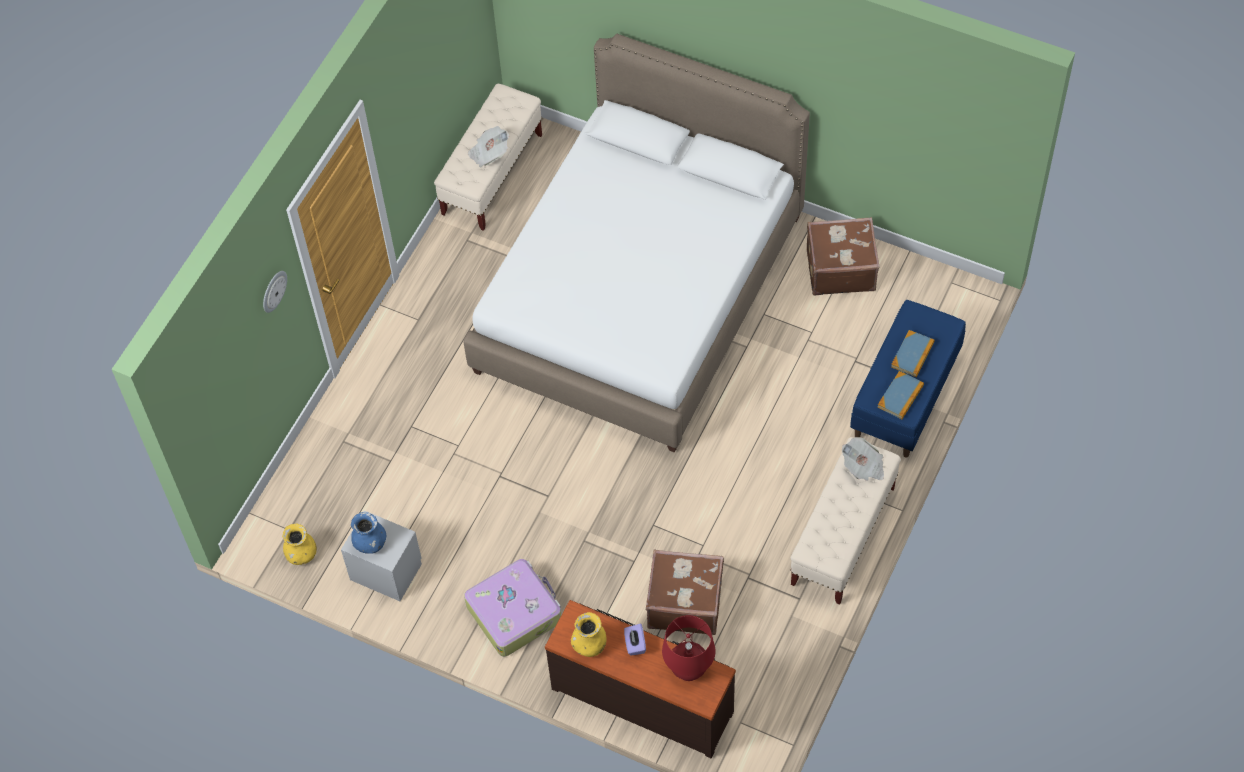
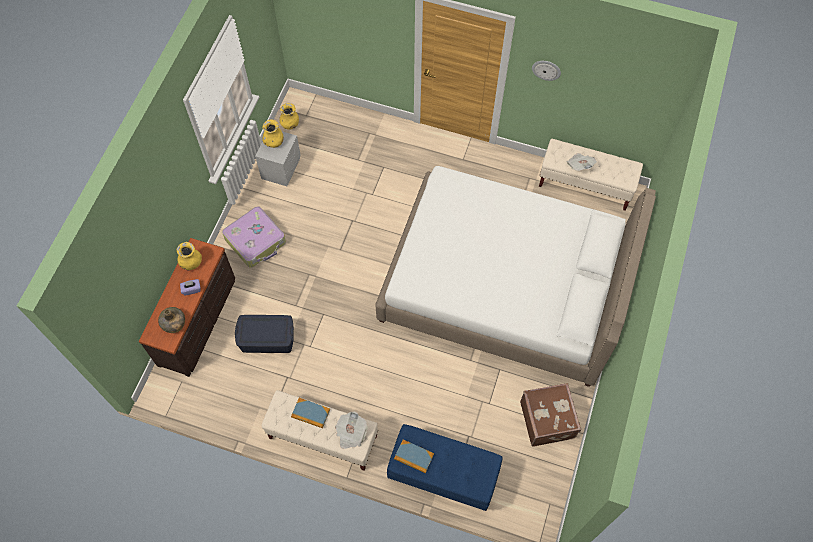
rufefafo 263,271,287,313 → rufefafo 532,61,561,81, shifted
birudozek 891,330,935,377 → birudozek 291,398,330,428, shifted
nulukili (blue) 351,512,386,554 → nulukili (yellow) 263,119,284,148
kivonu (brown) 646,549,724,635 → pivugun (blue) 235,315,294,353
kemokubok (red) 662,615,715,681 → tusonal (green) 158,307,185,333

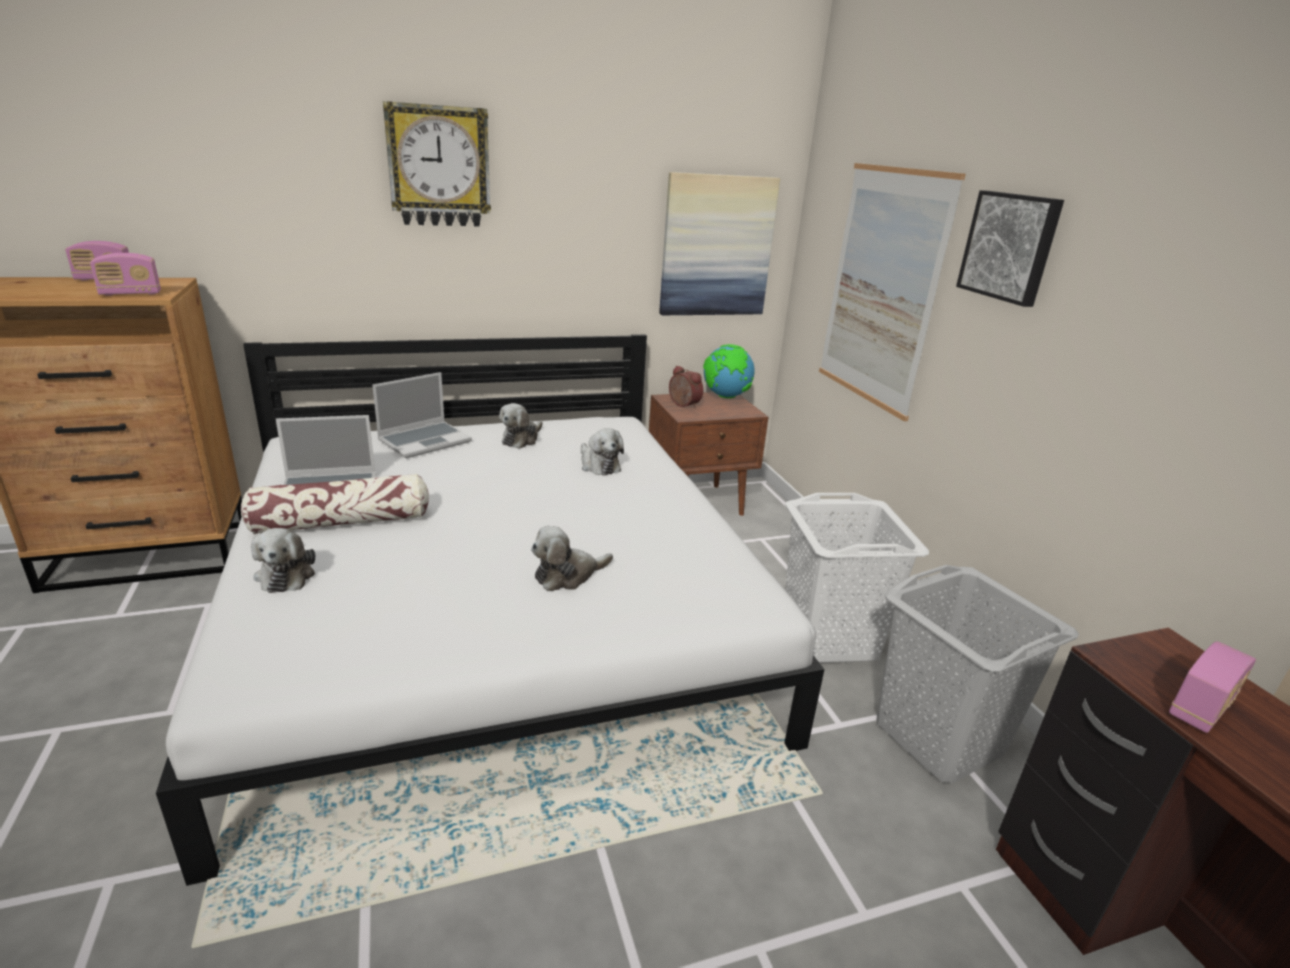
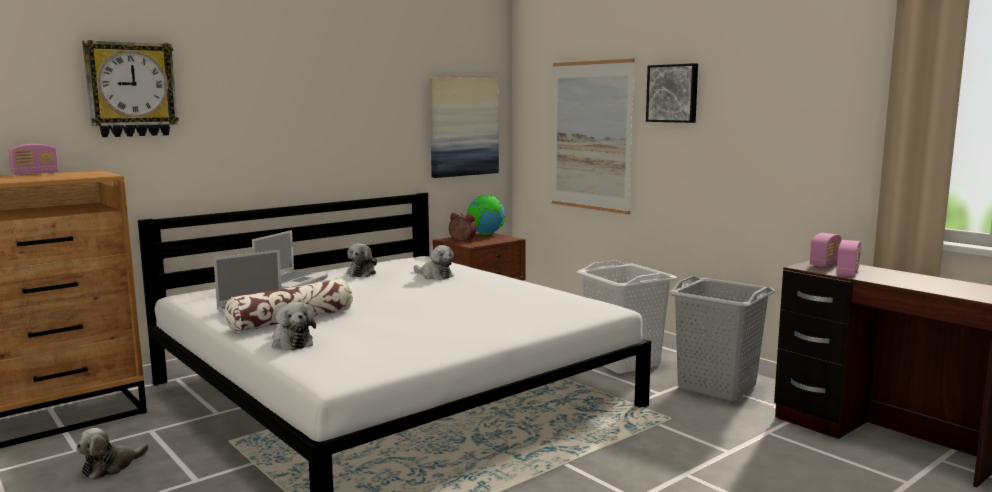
rufefafo 383,101,491,227 → rufefafo 82,40,179,137, shifted
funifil 90,253,161,296 → funifil 810,233,841,267, shifted
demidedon 531,526,613,591 → demidedon 76,428,149,480, shifted

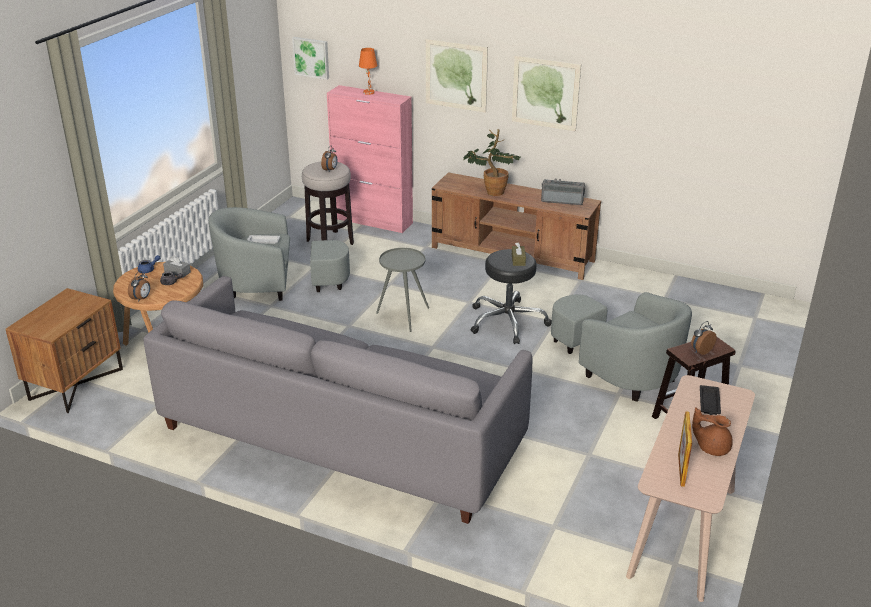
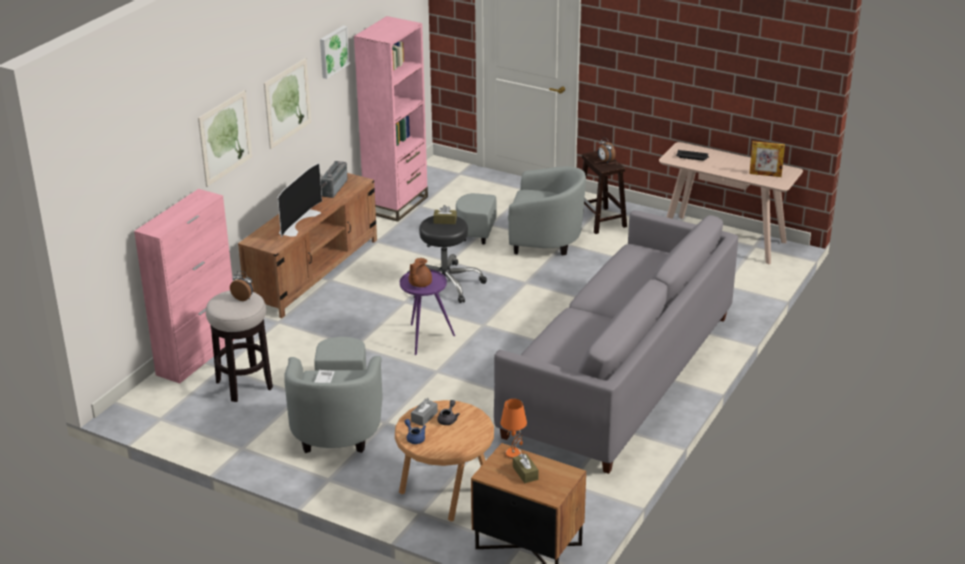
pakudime 292,37,329,80 → pakudime 320,26,349,79, shifted
kemokubok (orange) 359,48,378,95 → kemokubok (orange) 500,399,527,459, shifted
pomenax 463,129,520,196 → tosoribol 278,163,322,238
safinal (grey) 376,248,429,332 → safinal (purple) 400,269,455,355
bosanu 128,271,150,302 → -
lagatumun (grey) 551,292,692,402 → lagatumun (grey) 456,166,586,255, 45 degrees clockwise
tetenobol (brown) 692,408,733,456 → tetenobol (brown) 409,258,432,287, shifted
- → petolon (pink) 354,16,428,222
- → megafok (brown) 513,454,539,483

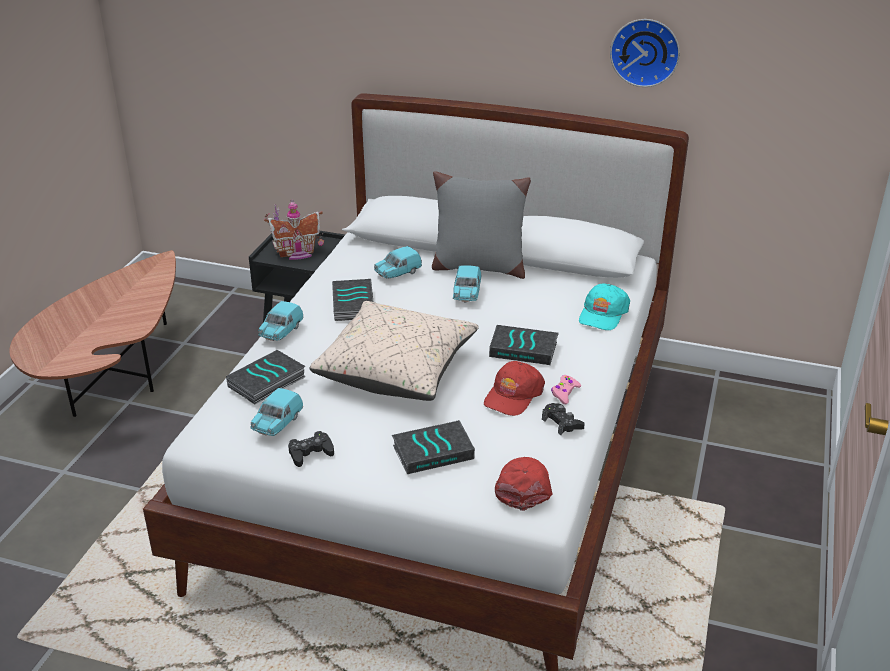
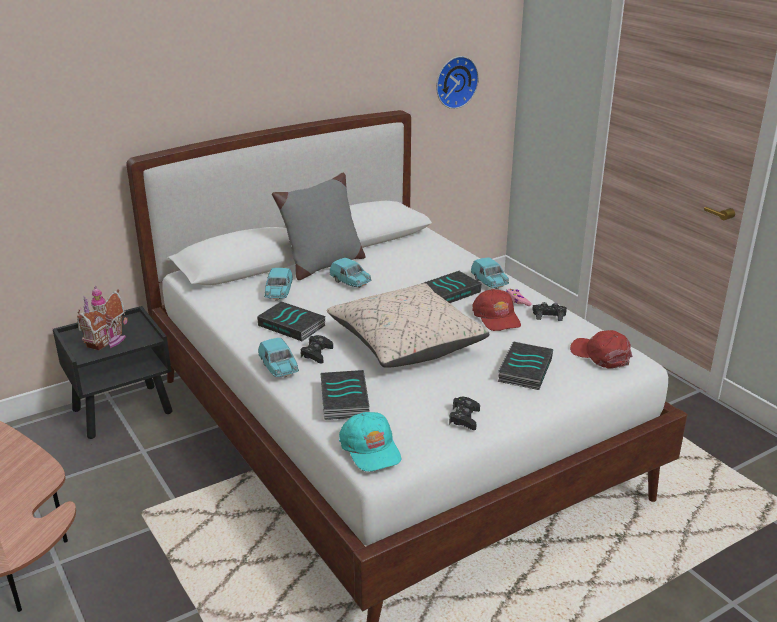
rufefafo 610,19,680,87 → rufefafo 436,56,479,109, shifted
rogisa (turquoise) 579,284,630,330 → rogisa (turquoise) 339,412,401,472, shifted
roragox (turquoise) 251,388,303,436 → roragox (turquoise) 471,258,509,289, shifted
- → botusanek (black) 301,335,333,363

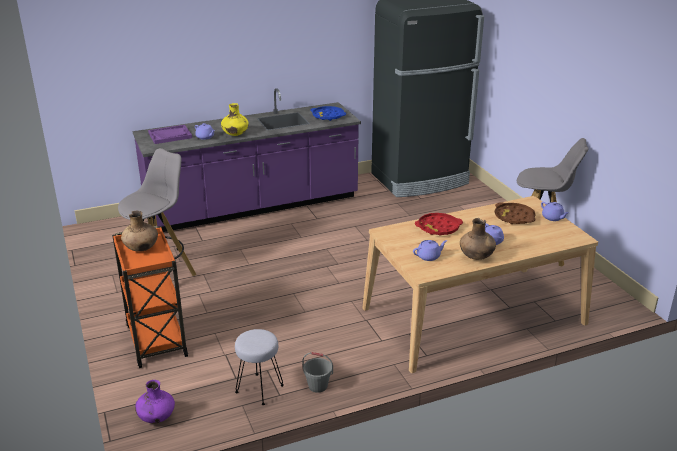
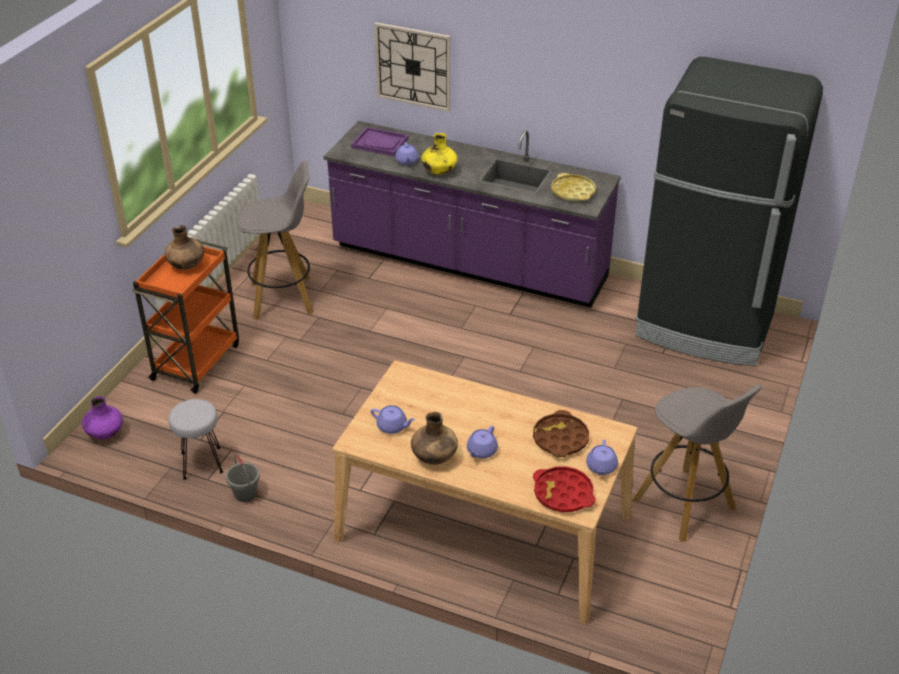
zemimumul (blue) 310,106,346,121 → zemimumul (yellow) 551,173,596,201
zemimumul (red) 415,213,463,236 → zemimumul (red) 533,466,596,512, shifted
- → rufefafo 374,22,451,112

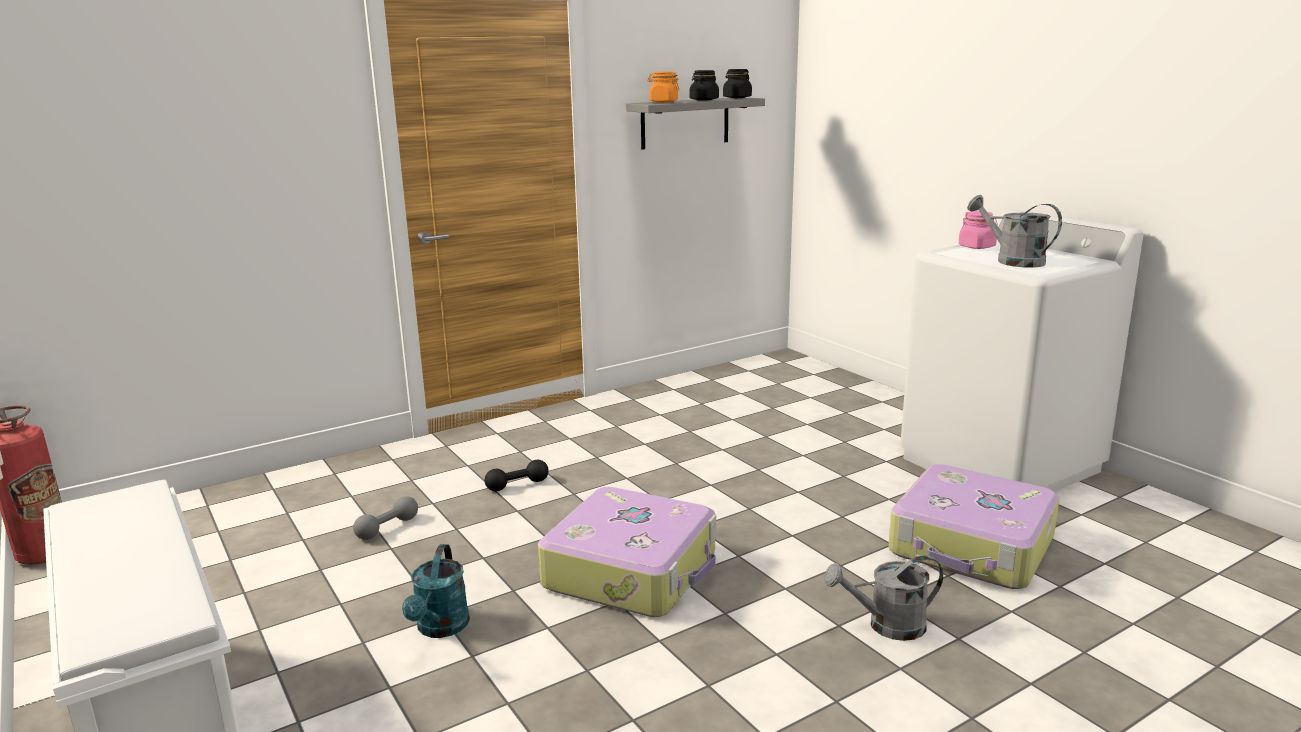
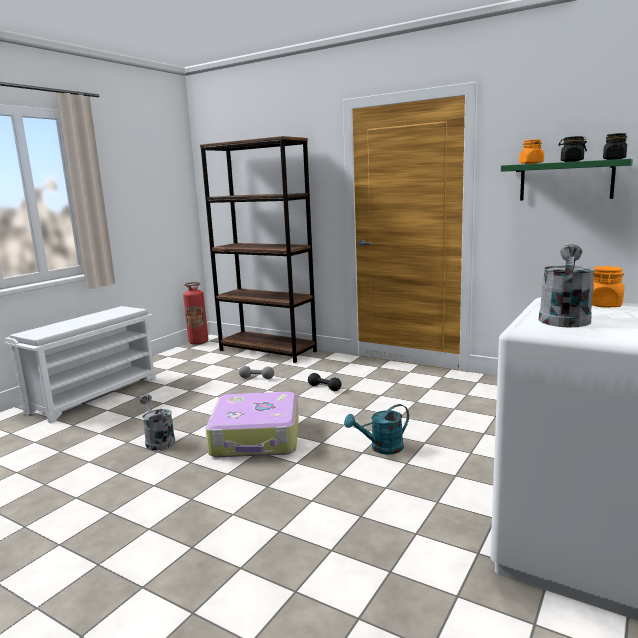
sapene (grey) 626,97,765,150 → sapene (green) 501,159,633,201
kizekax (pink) 959,211,998,249 → kizekax (orange) 592,266,624,308
kivonu 888,464,1060,589 → -
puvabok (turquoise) 402,544,470,638 → puvabok (turquoise) 344,404,409,454, shifted
puvabok (grey) 824,555,943,641 → puvabok (grey) 139,394,175,451, shifted
- → petolon (brown) 200,136,317,363

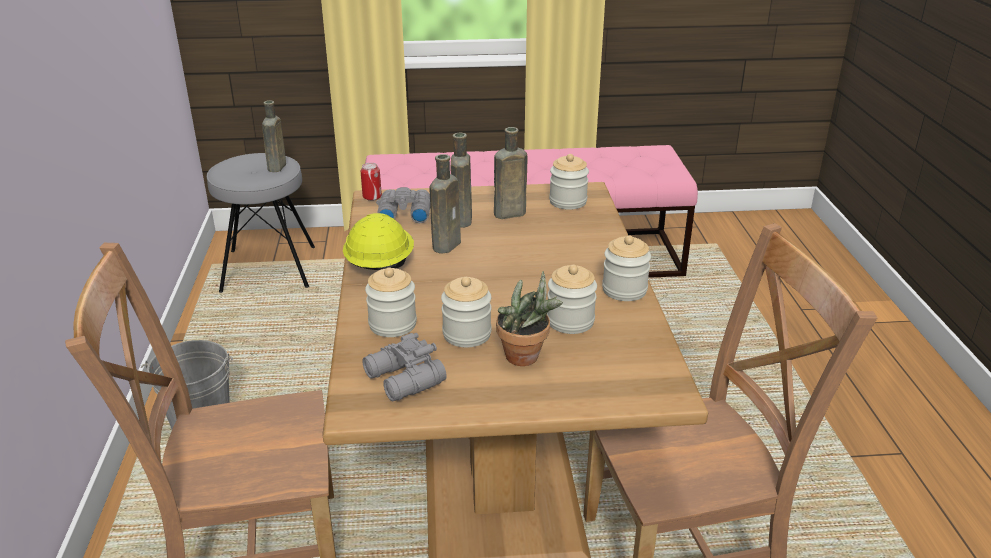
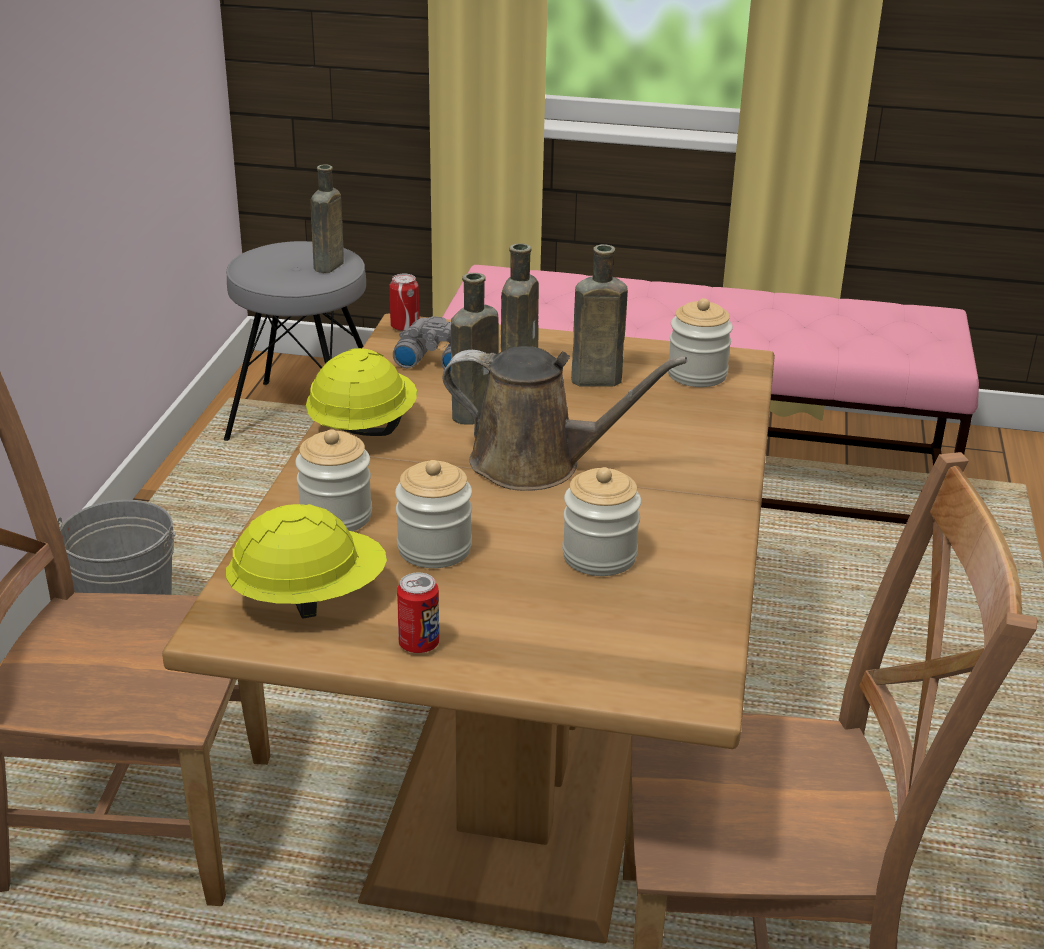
kizekax 602,235,651,301 → -
pomenax 496,271,563,366 → -
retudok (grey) 362,333,447,401 → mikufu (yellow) 226,504,387,619
- → puvabok (brown) 442,346,687,491
- → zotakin 397,572,439,653

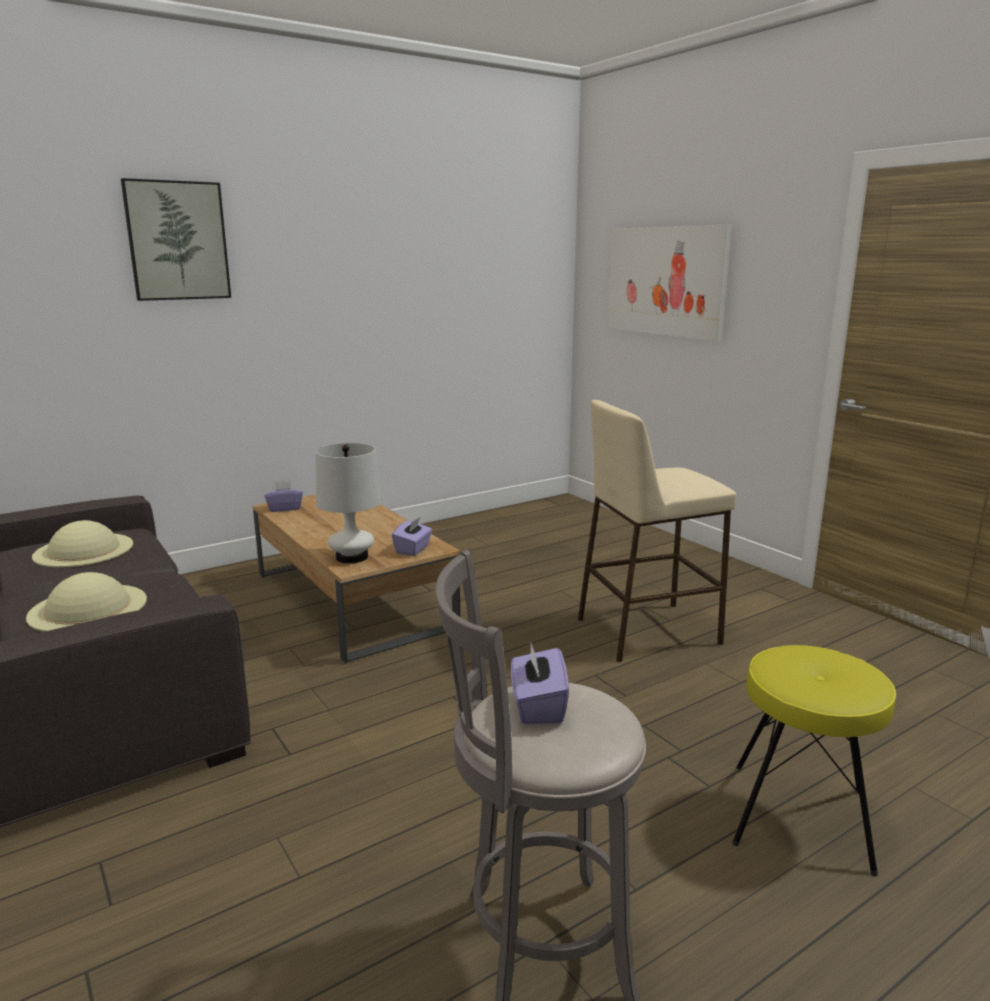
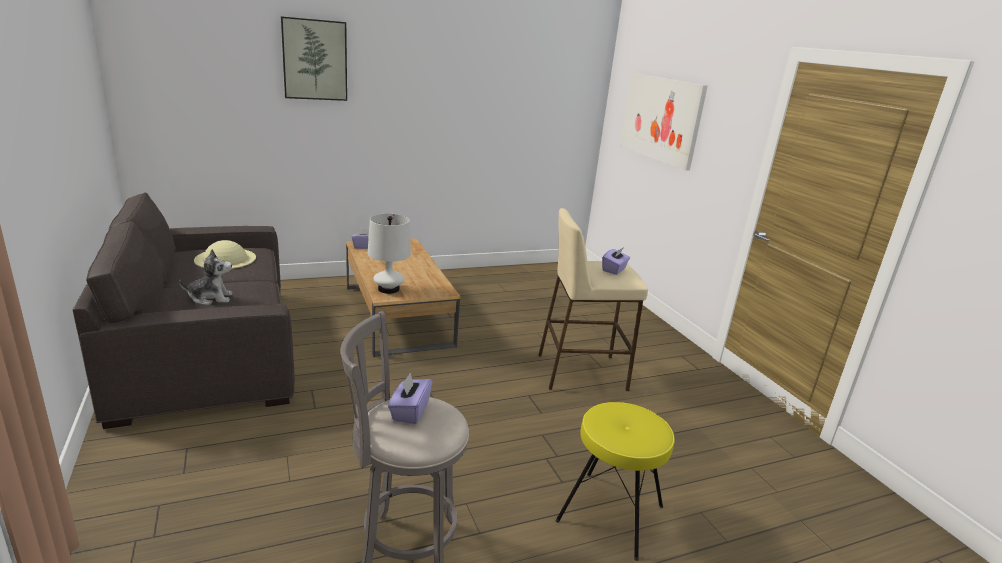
megafok (purple) 392,517,432,556 → megafok (purple) 602,247,630,275, shifted
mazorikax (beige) 26,572,147,632 → demidedon 179,249,232,305

